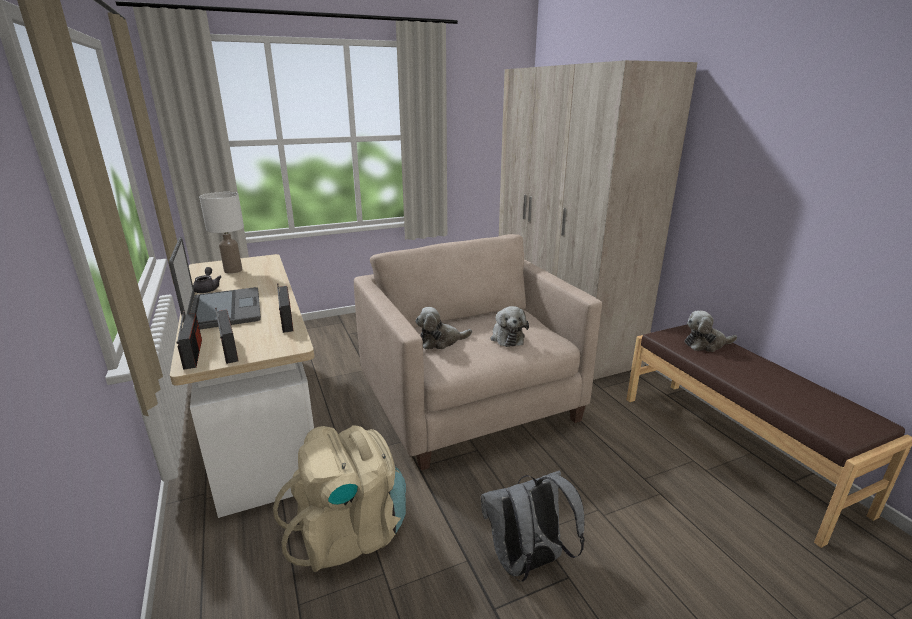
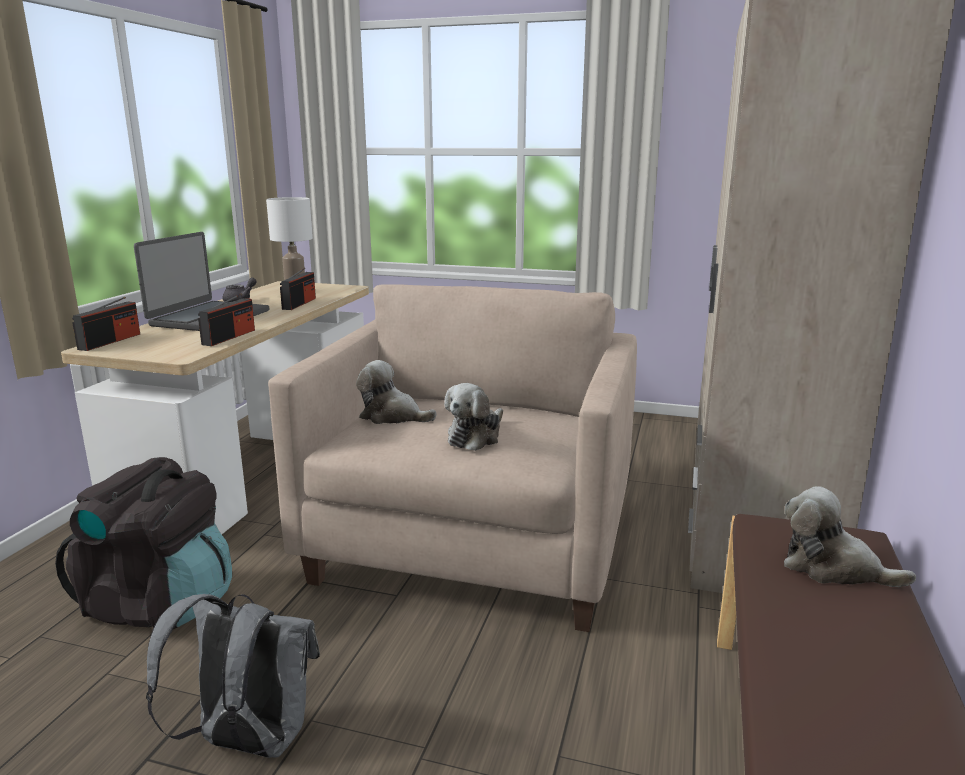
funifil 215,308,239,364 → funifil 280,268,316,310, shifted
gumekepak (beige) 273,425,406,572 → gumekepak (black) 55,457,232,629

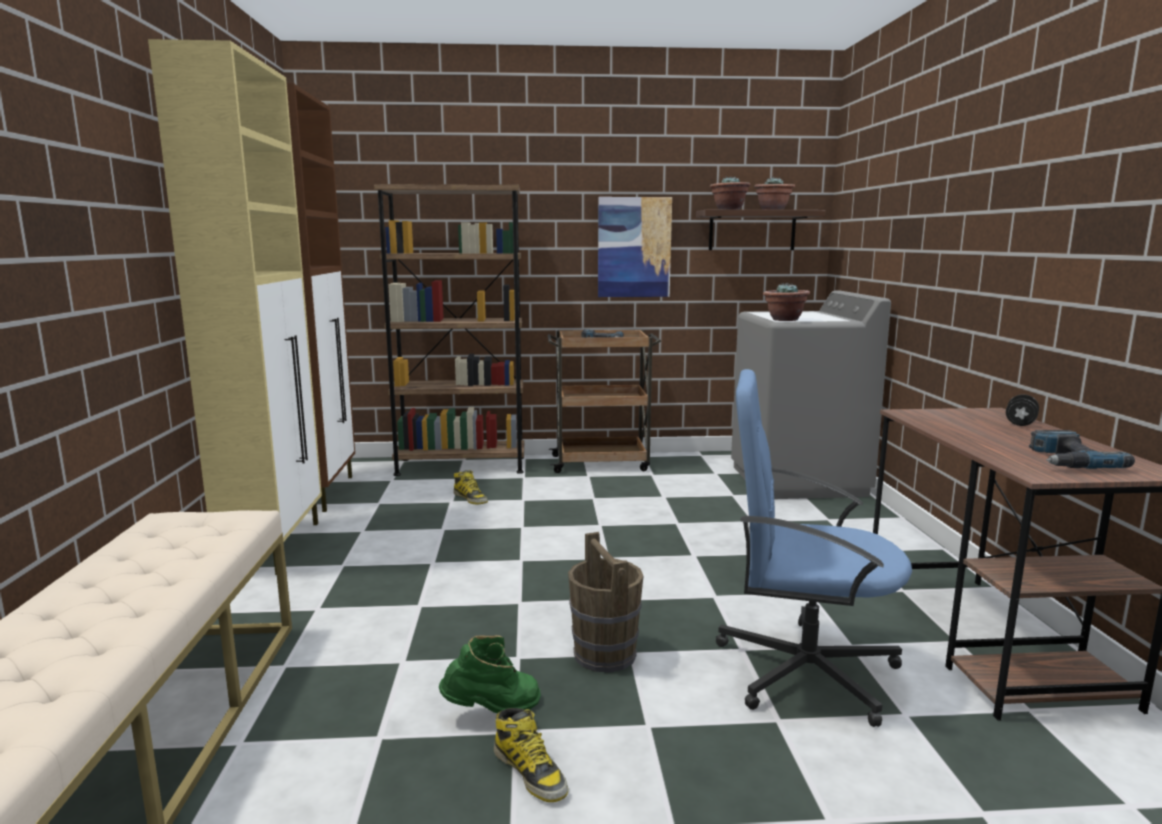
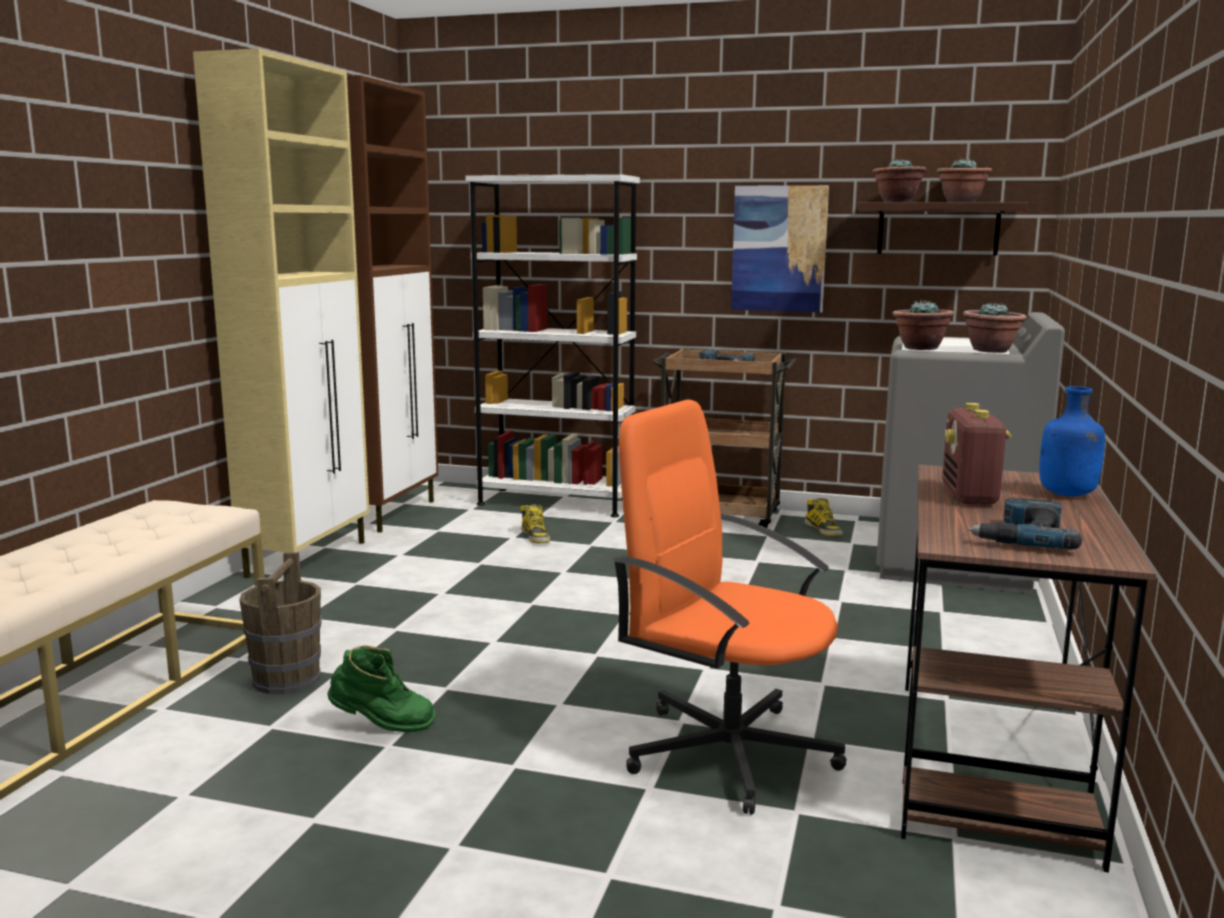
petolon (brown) 374,184,524,476 → petolon (white) 465,174,640,517
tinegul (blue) 715,369,912,727 → tinegul (orange) 612,400,847,815
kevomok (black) 1006,394,1039,426 → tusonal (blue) 1039,386,1105,496
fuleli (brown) 568,532,643,672 → fuleli (brown) 239,552,322,694, shifted
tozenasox 494,708,568,802 → tozenasox 805,498,843,536, shifted
- → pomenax 963,302,1027,353
- → funifil 942,403,1012,505

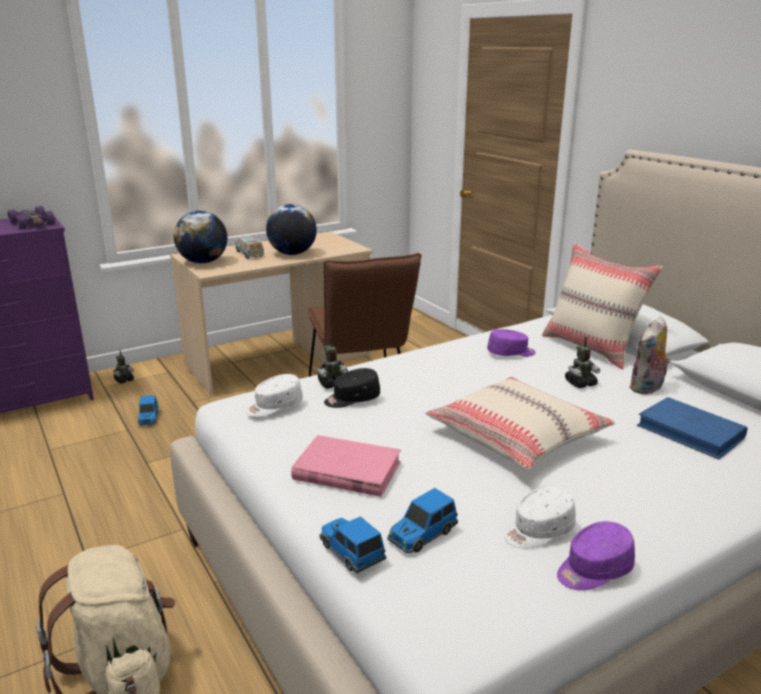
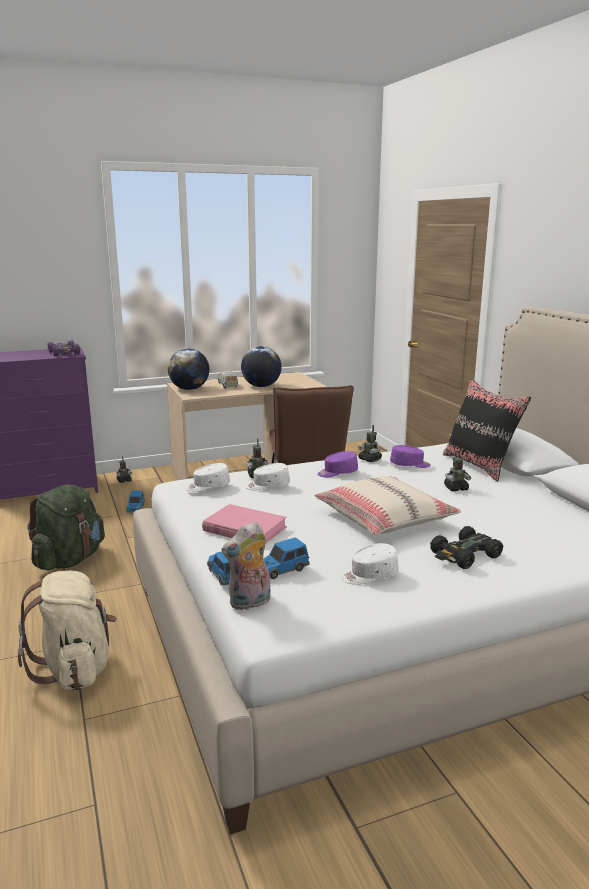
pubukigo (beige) 542,243,662,369 → pubukigo (black) 443,379,531,481
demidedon 629,316,671,395 → demidedon 222,521,271,610, shifted
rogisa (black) 324,368,380,408 → rogisa (white) 245,463,290,490
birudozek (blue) 637,397,747,460 → -
rogisa (purple) 557,521,635,590 → rogisa (purple) 317,451,358,477, shifted
- → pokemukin 358,425,382,462
- → gumekepak (green) 28,485,105,570
- → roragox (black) 430,526,503,569

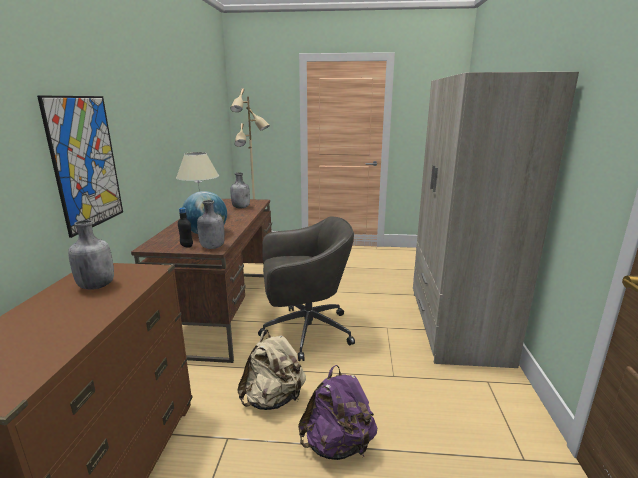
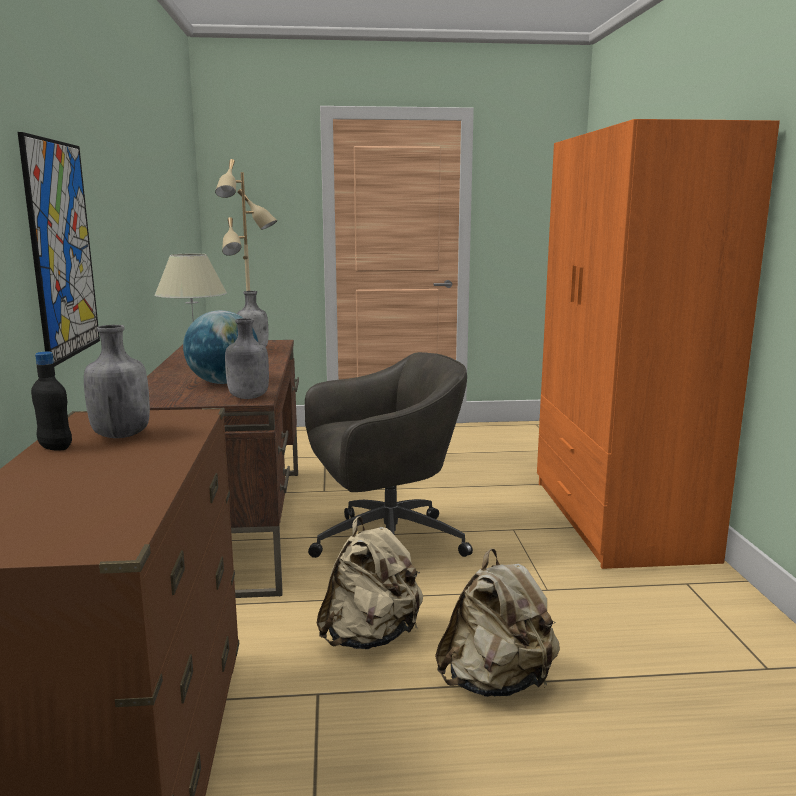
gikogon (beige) 413,72,579,368 → gikogon (orange) 537,119,780,569
tusonal (black) 178,208,193,248 → tusonal (black) 31,352,72,451, shifted
gumekepak (purple) 298,365,377,460 → gumekepak (beige) 435,548,560,697

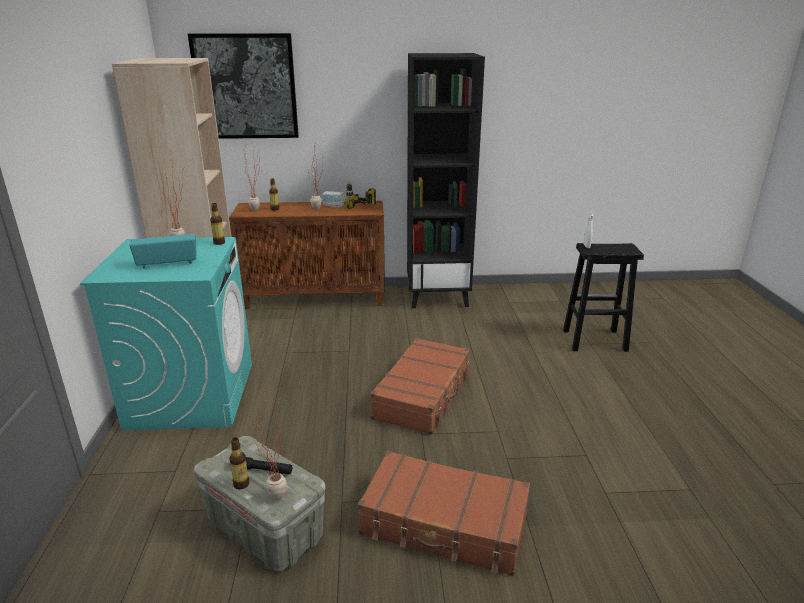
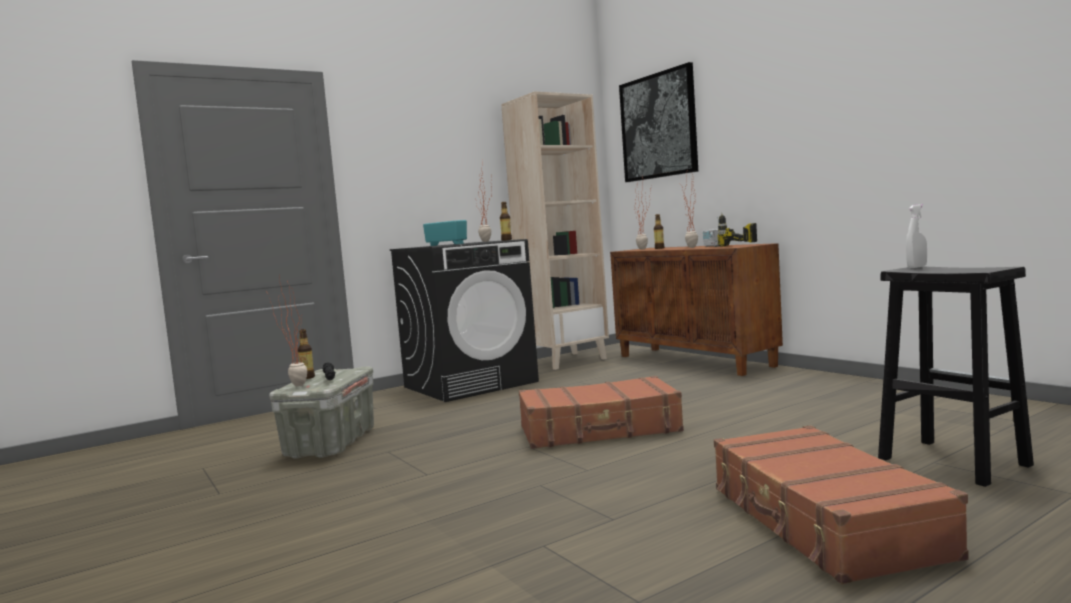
petolon (black) 407,53,485,308 → -
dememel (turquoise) 80,237,252,431 → dememel (black) 390,239,539,402
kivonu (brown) 358,451,530,576 → kivonu (brown) 714,425,969,584, shifted

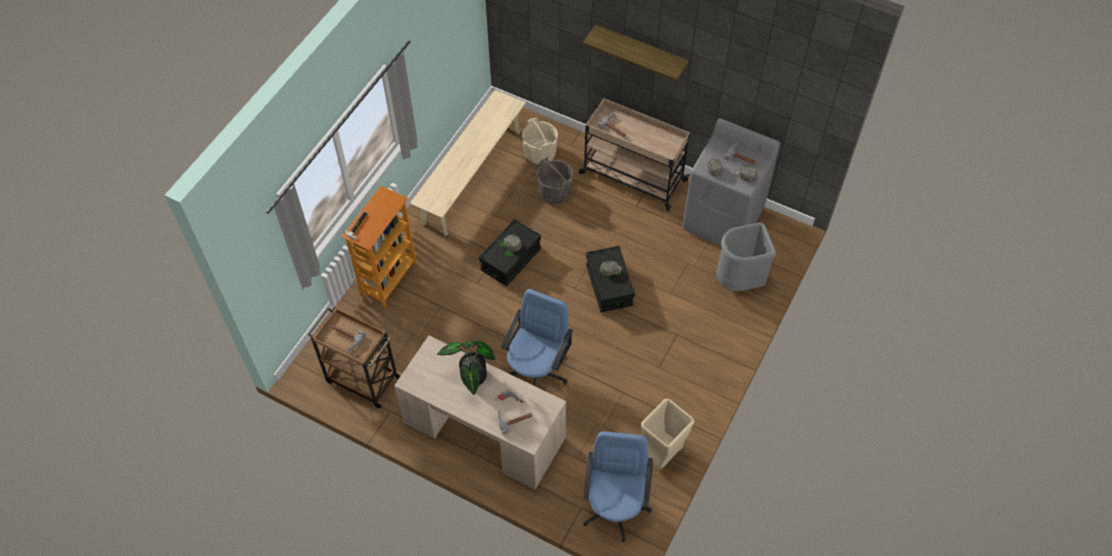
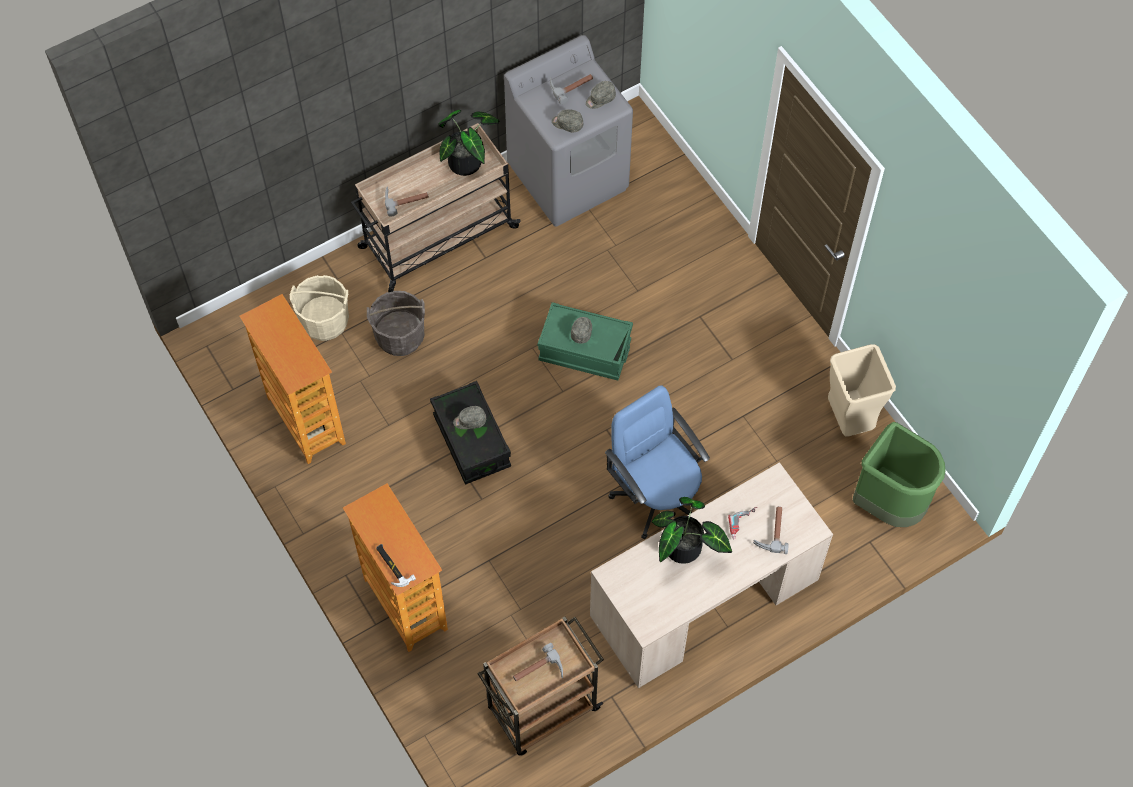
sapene 583,25,689,81 → -
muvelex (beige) 410,90,526,236 → petolon 240,294,346,464
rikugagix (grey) 716,222,776,291 → -
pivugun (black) 586,246,635,312 → pivugun (green) 538,302,633,381
tinegul (blue) 583,431,653,542 → rikugagix (green) 853,422,946,527
- → pomenax 438,110,499,176

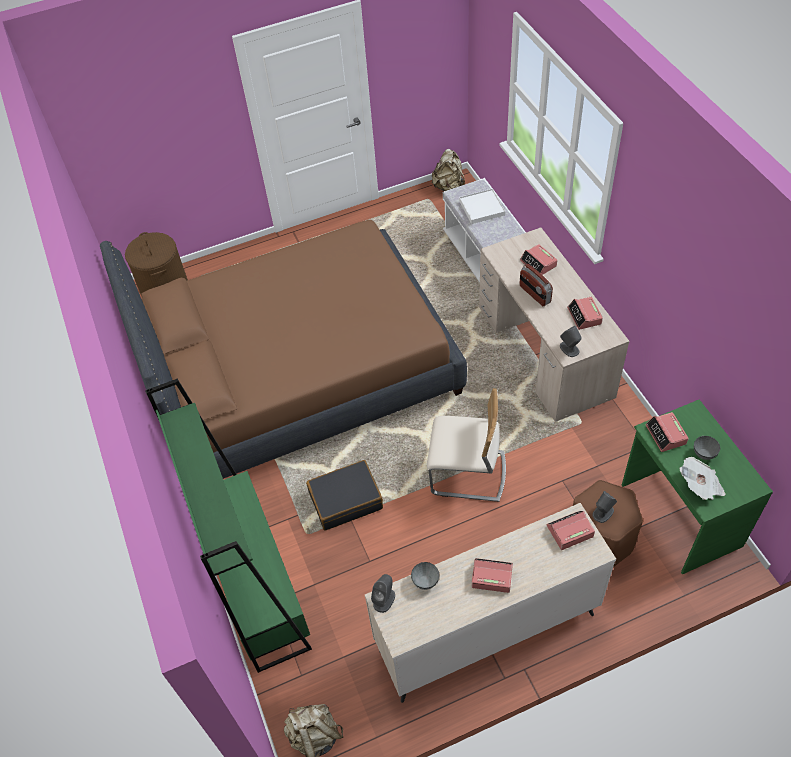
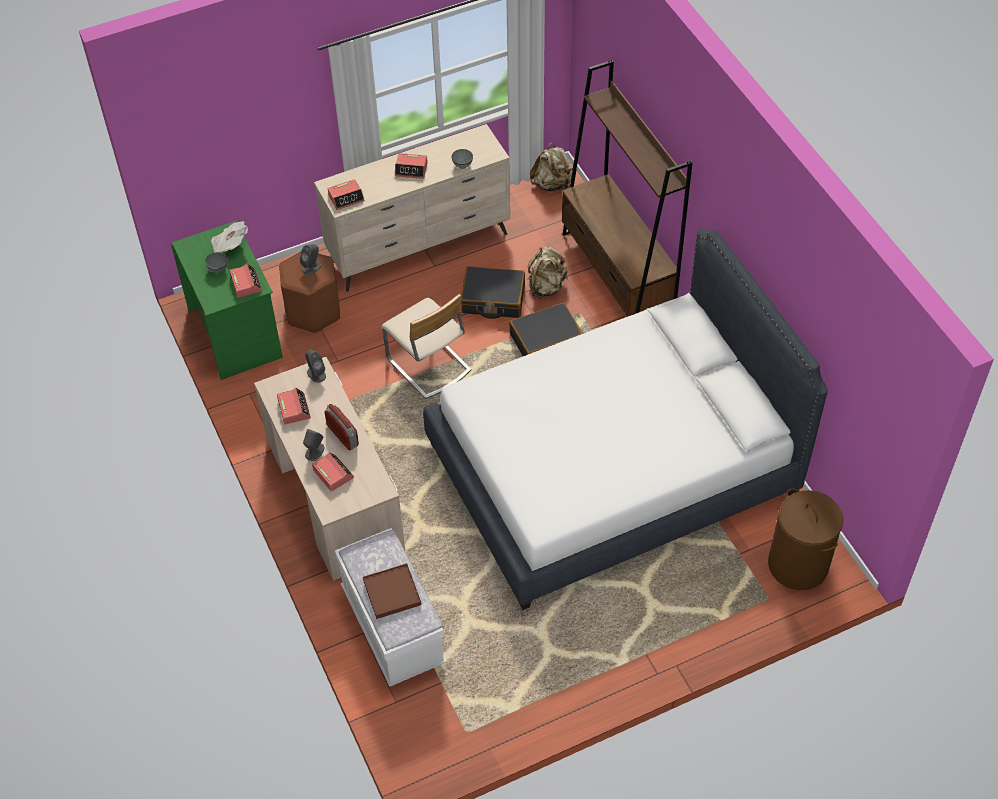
gumekepak (beige) 432,149,465,191 → gumekepak (beige) 528,246,568,299, shifted
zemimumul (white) 459,189,505,224 → zemimumul (brown) 363,563,421,619
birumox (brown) 100,220,467,479 → birumox (white) 423,228,828,610
petolon (green) 145,379,312,673 → petolon (brown) 562,60,693,317
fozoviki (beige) 427,388,506,502 → fozoviki (beige) 382,294,471,399, 135 degrees counterclockwise
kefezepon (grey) 371,574,395,613 → kefezepon (grey) 303,429,325,461, shifted
- → kivonu (black) 461,266,525,319

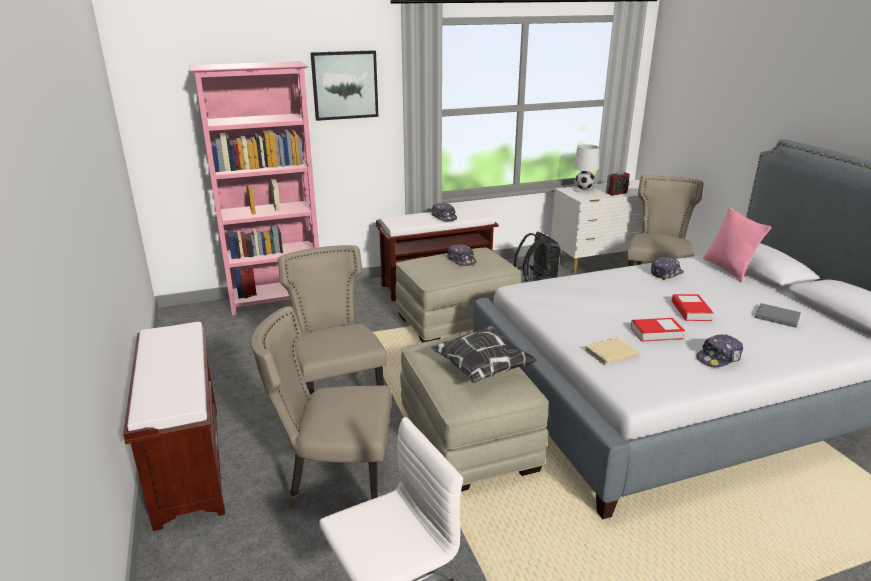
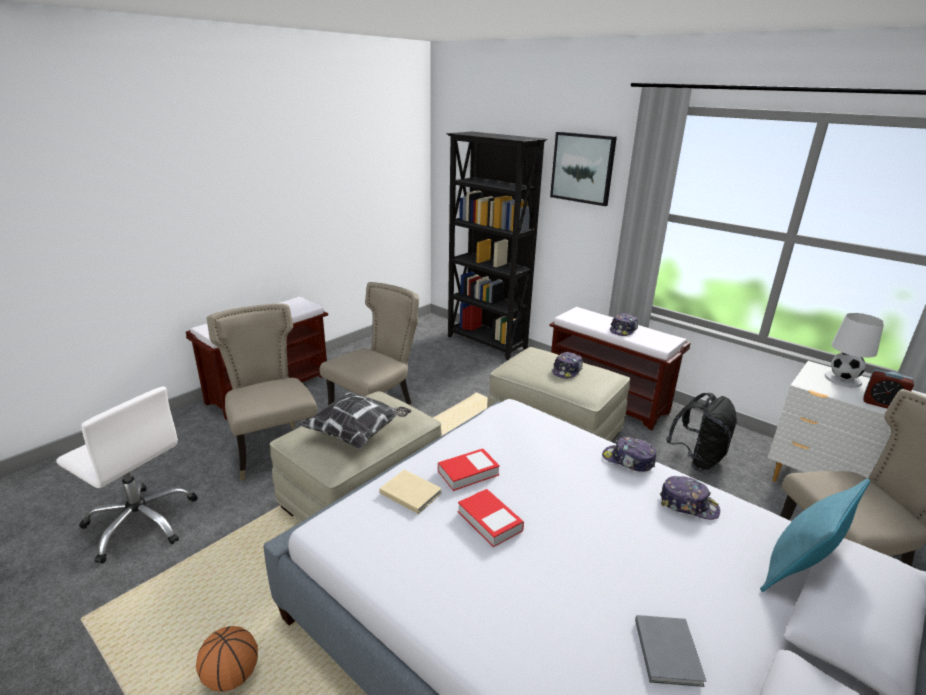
petolon (pink) 190,61,319,315 → petolon (black) 446,132,547,360
pubukigo (pink) 703,207,771,282 → pubukigo (turquoise) 760,478,870,592
birudozek 671,294,714,321 → birudozek 438,449,500,491, shifted
rogisa 696,335,743,367 → rogisa 602,437,656,472, shifted
- → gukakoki 196,626,258,692

